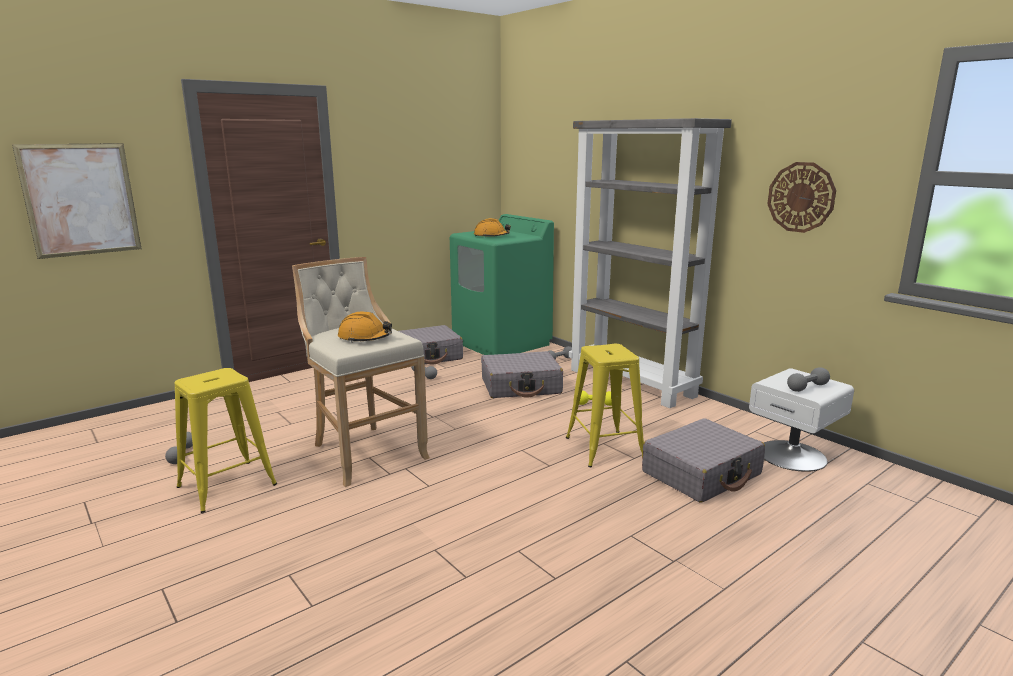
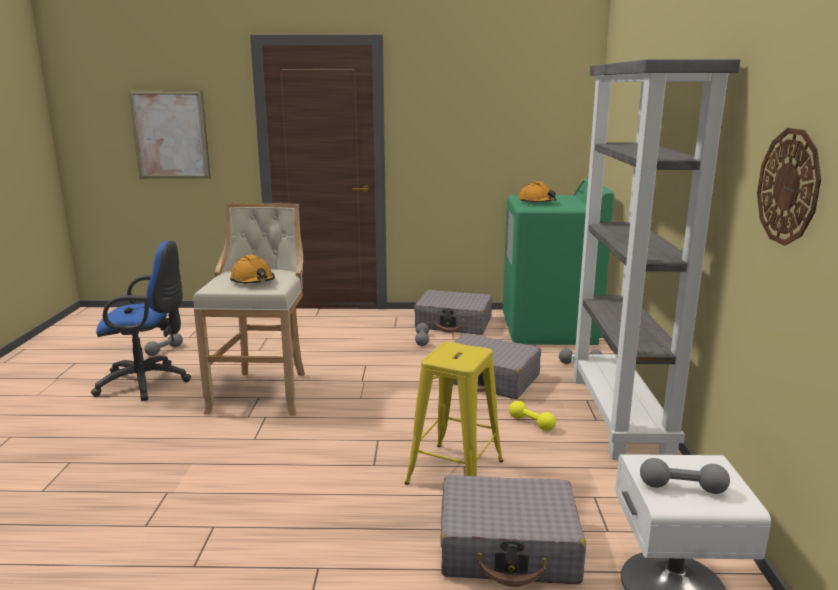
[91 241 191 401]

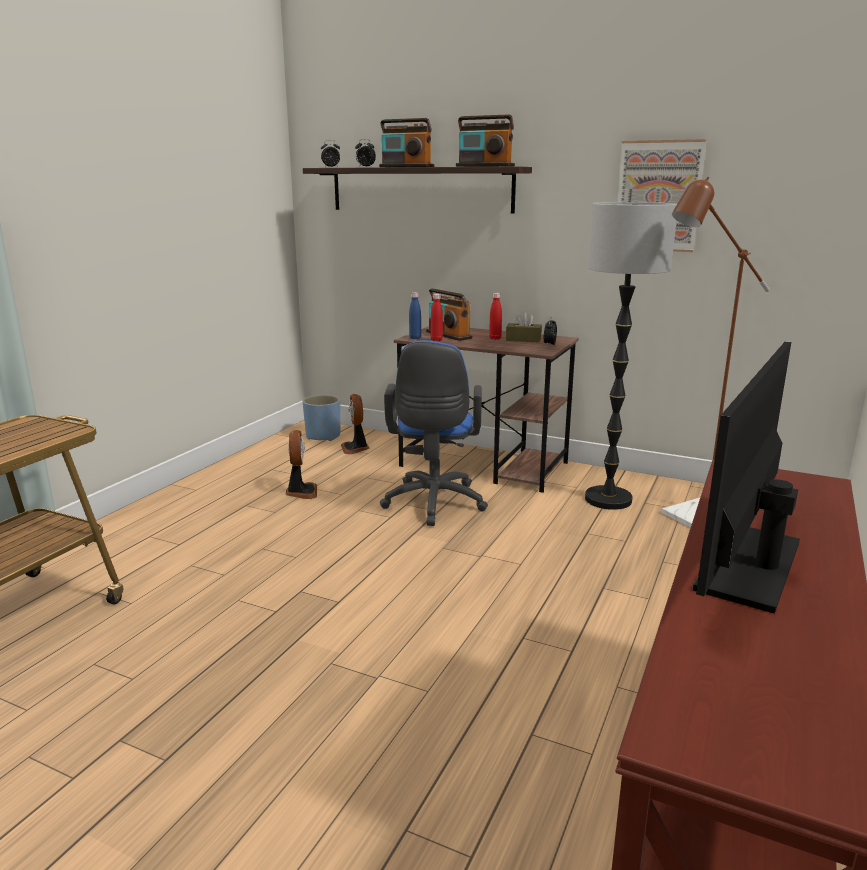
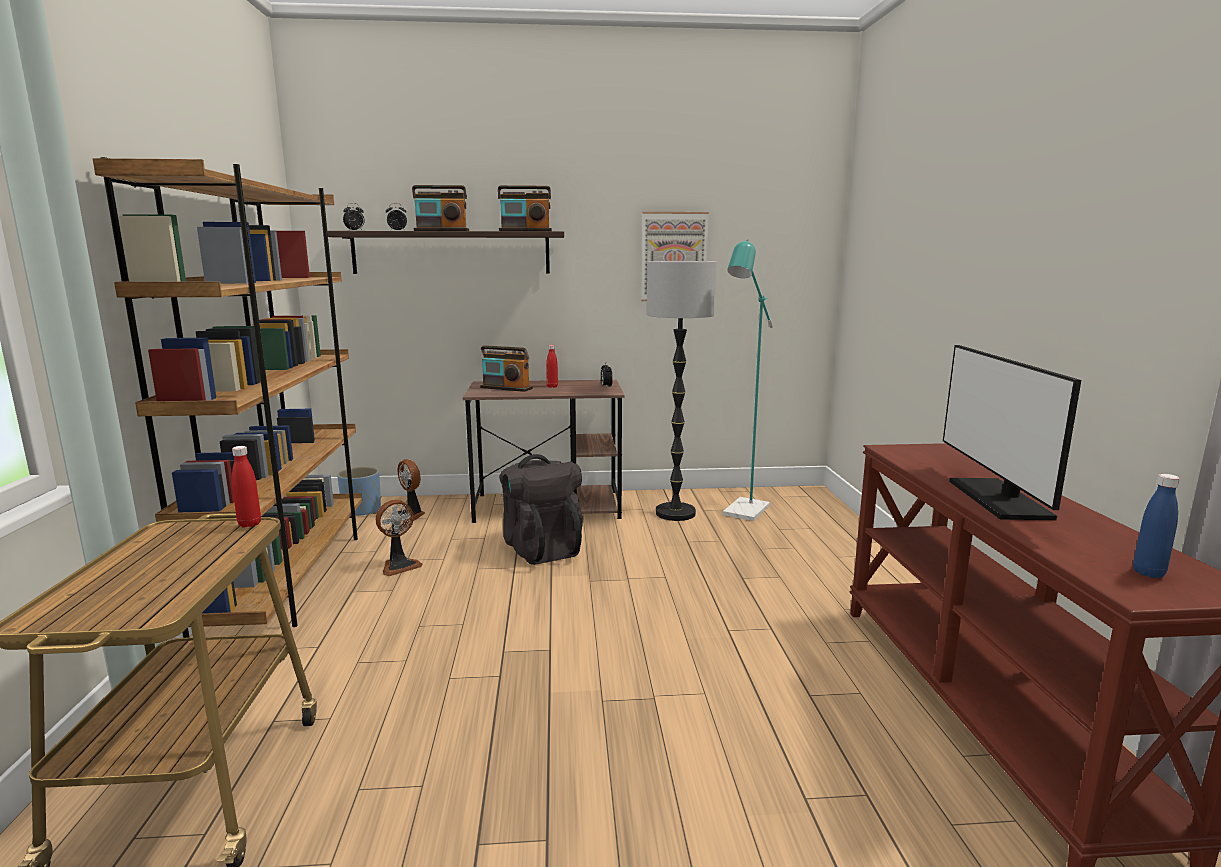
[92 157 363 638]
[232 446 261 528]
[376 499 423 576]
[499 454 583 565]
[723 239 773 521]
[1133 474 1180 578]
[506 311 542 342] (first image)

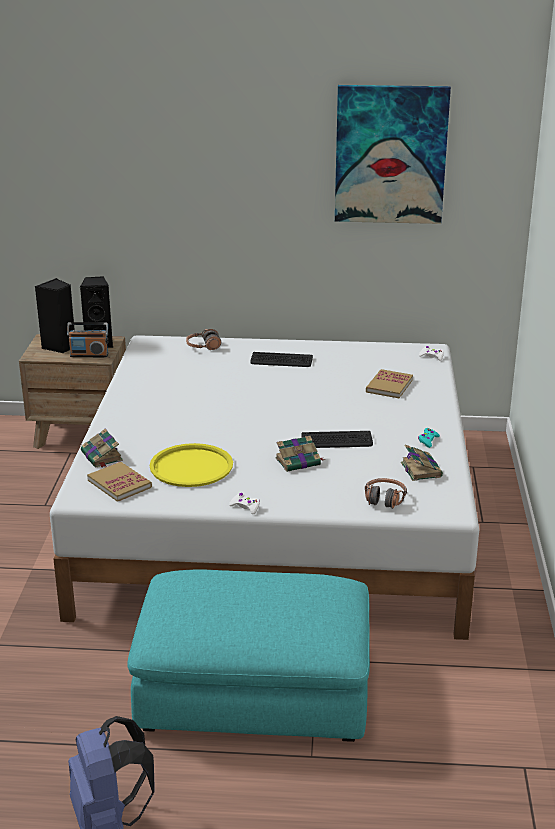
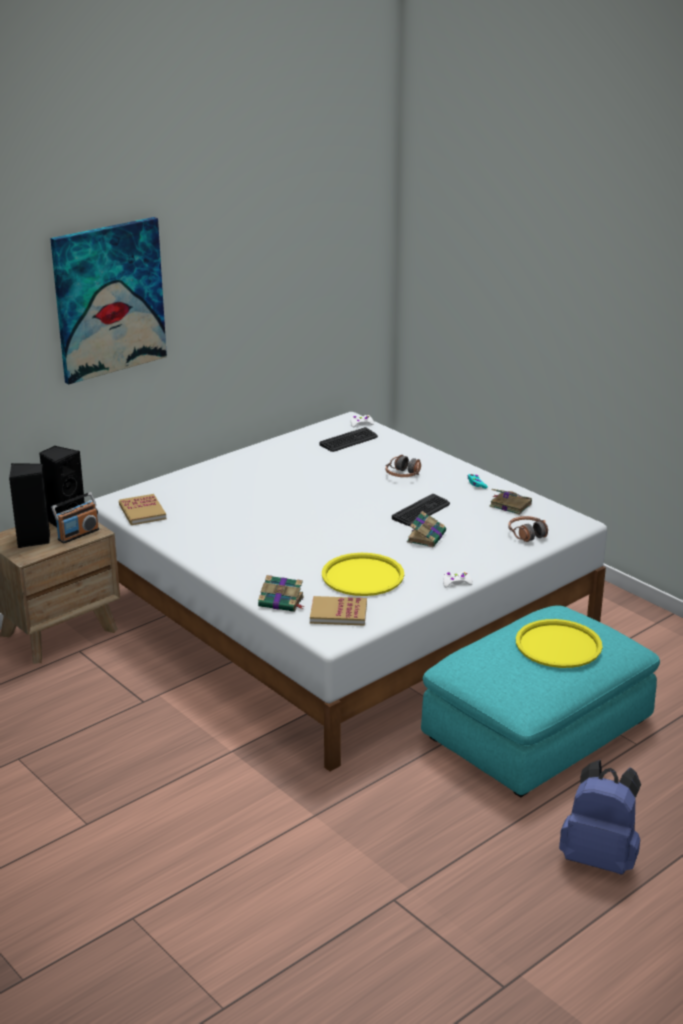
[50 217 167 385]
[119 494 166 525]
[320 427 378 452]
[386 455 421 477]
[516 619 603 668]

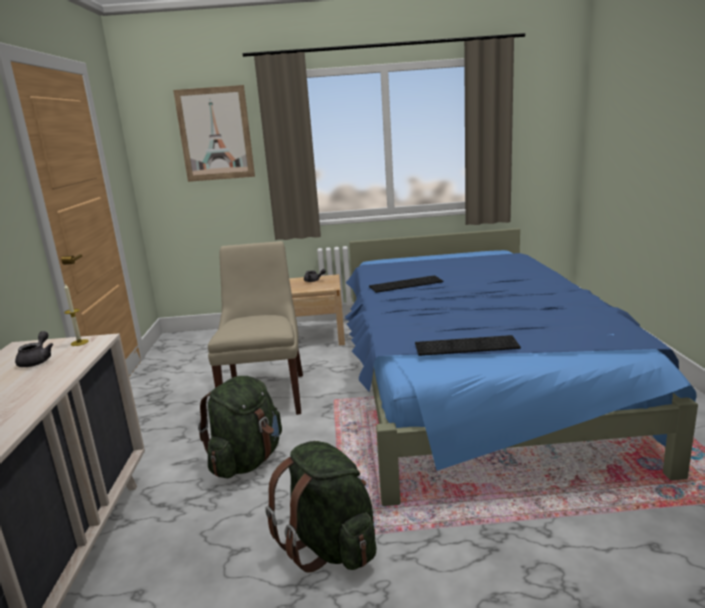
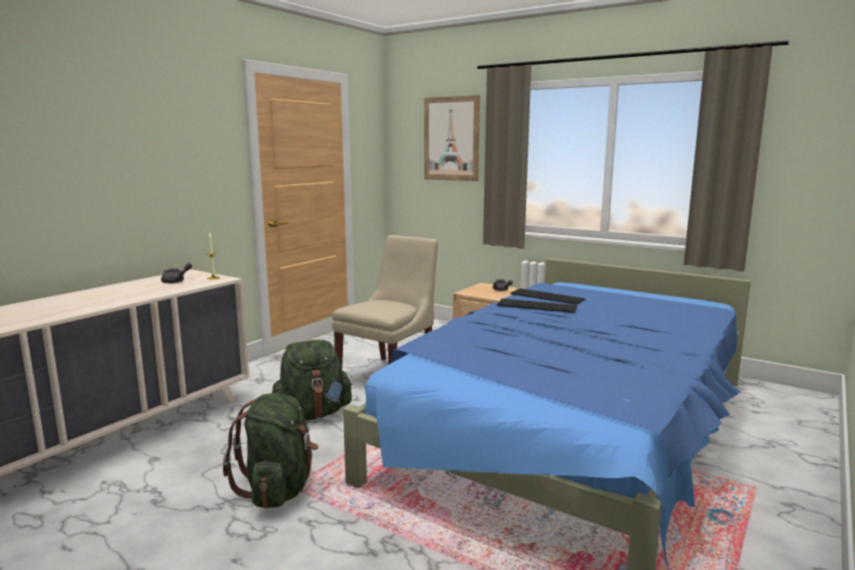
[510 288 585 305]

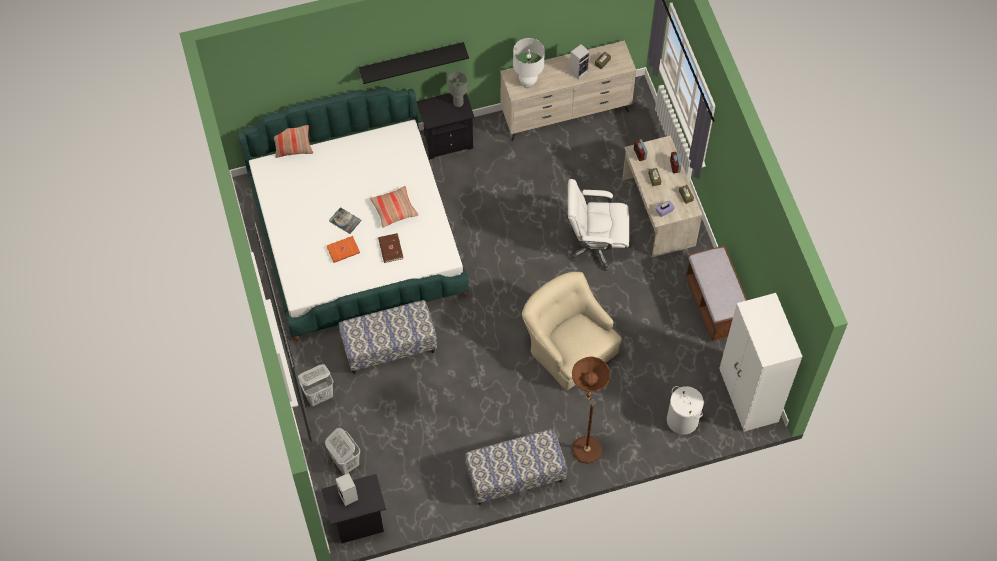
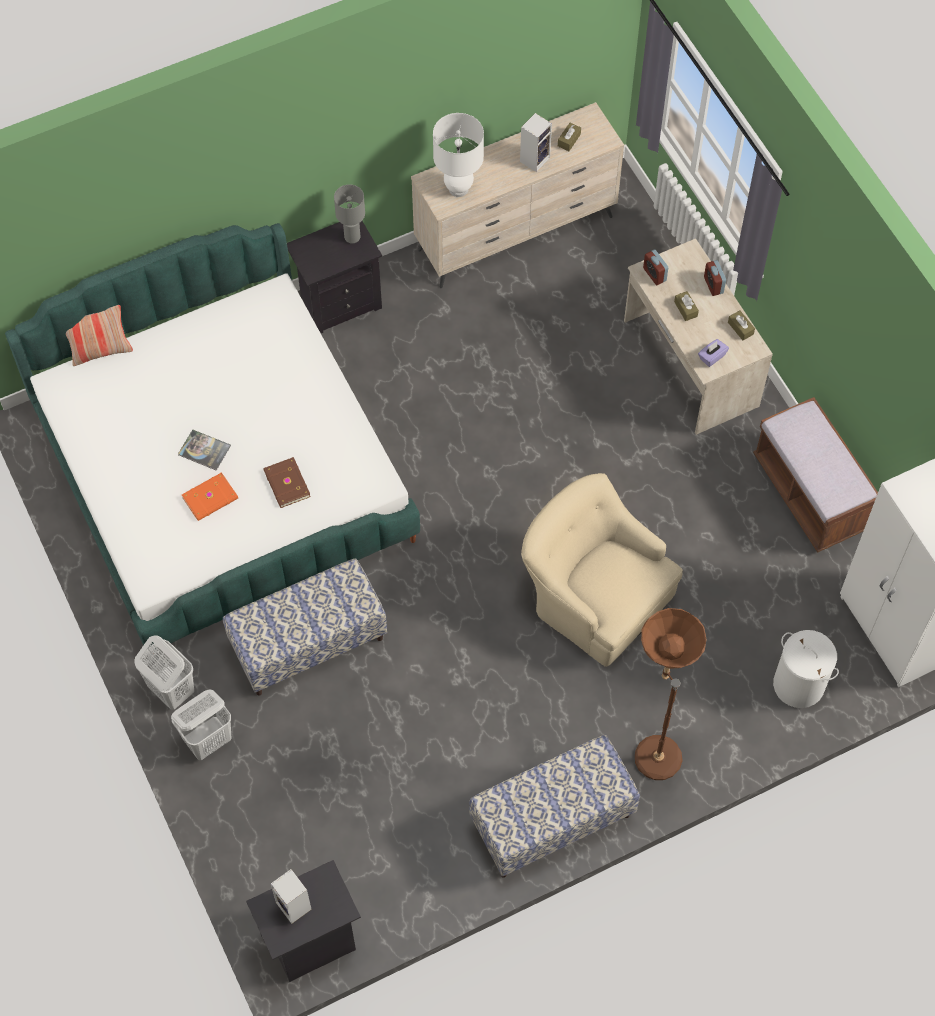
[134 635 194 710]
[359 42 469 84] (first image)
[370 186 418 228] (first image)
[568 179 629 271] (first image)

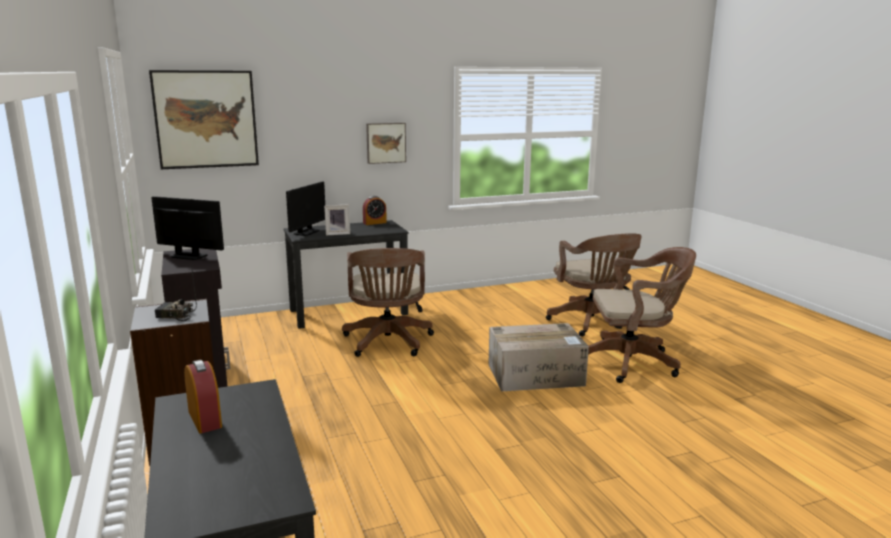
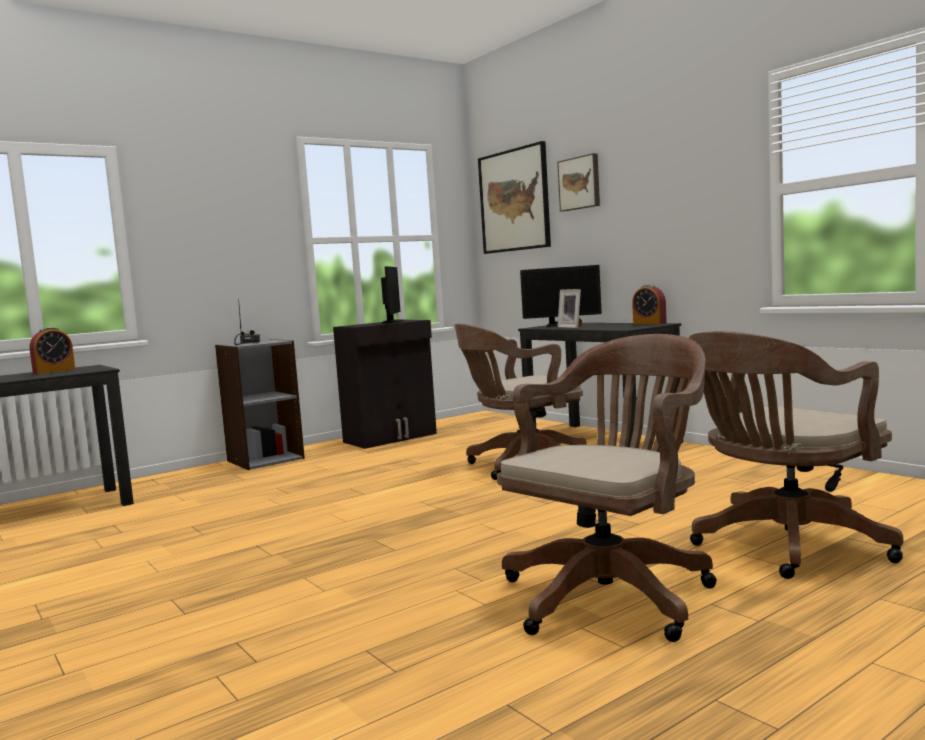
[497 334 717 642]
[557 153 600 211]
[488 323 589 391] (first image)

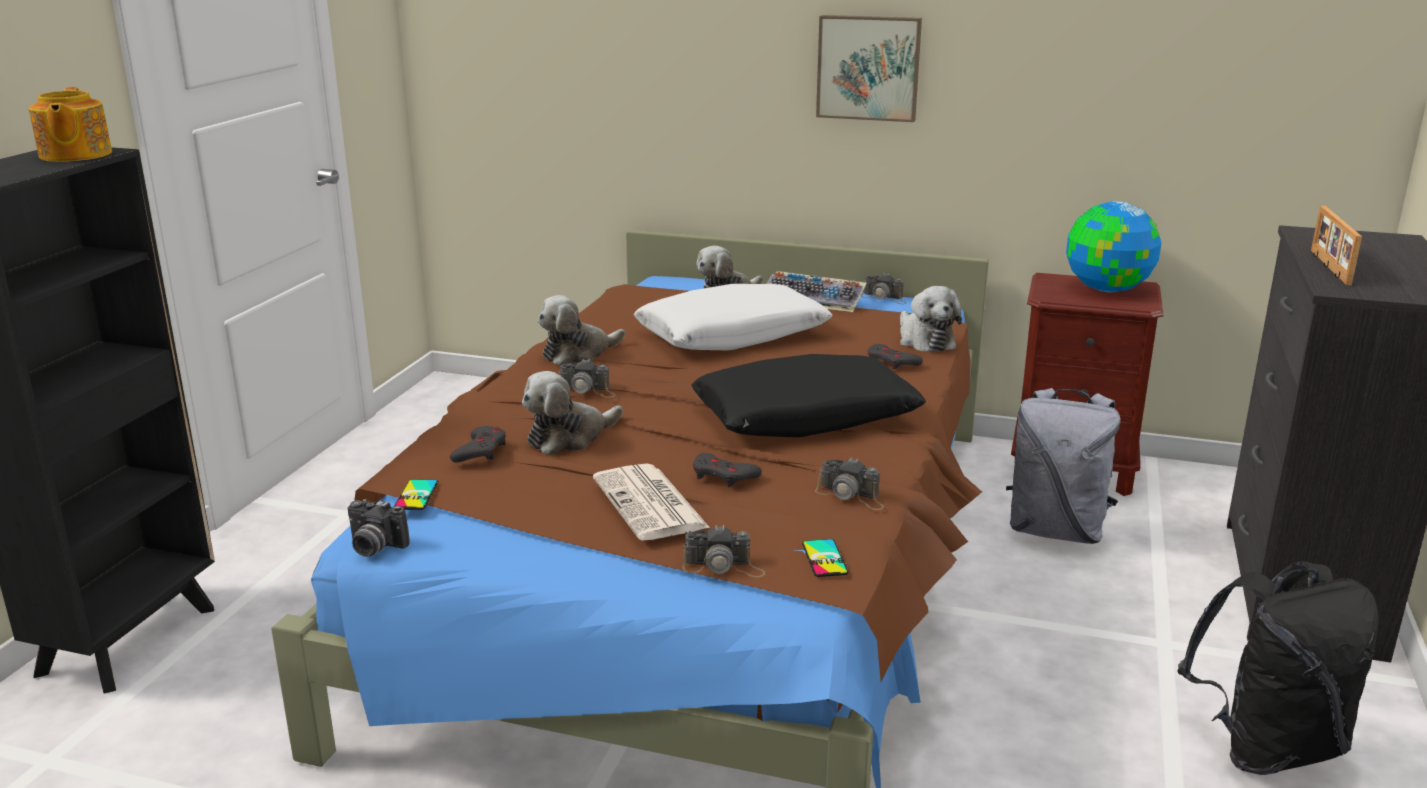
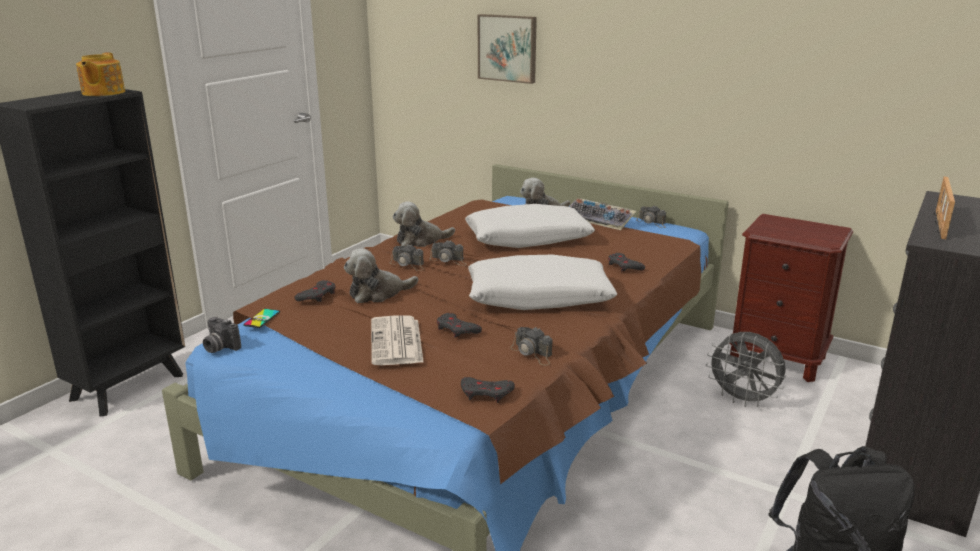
[429 240 467 266]
[461 377 515 403]
[468 255 617 310]
[478 14 537 84]
[706 332 786 407]
[900 286 962 352] (first image)
[1066 201 1161 292] (first image)

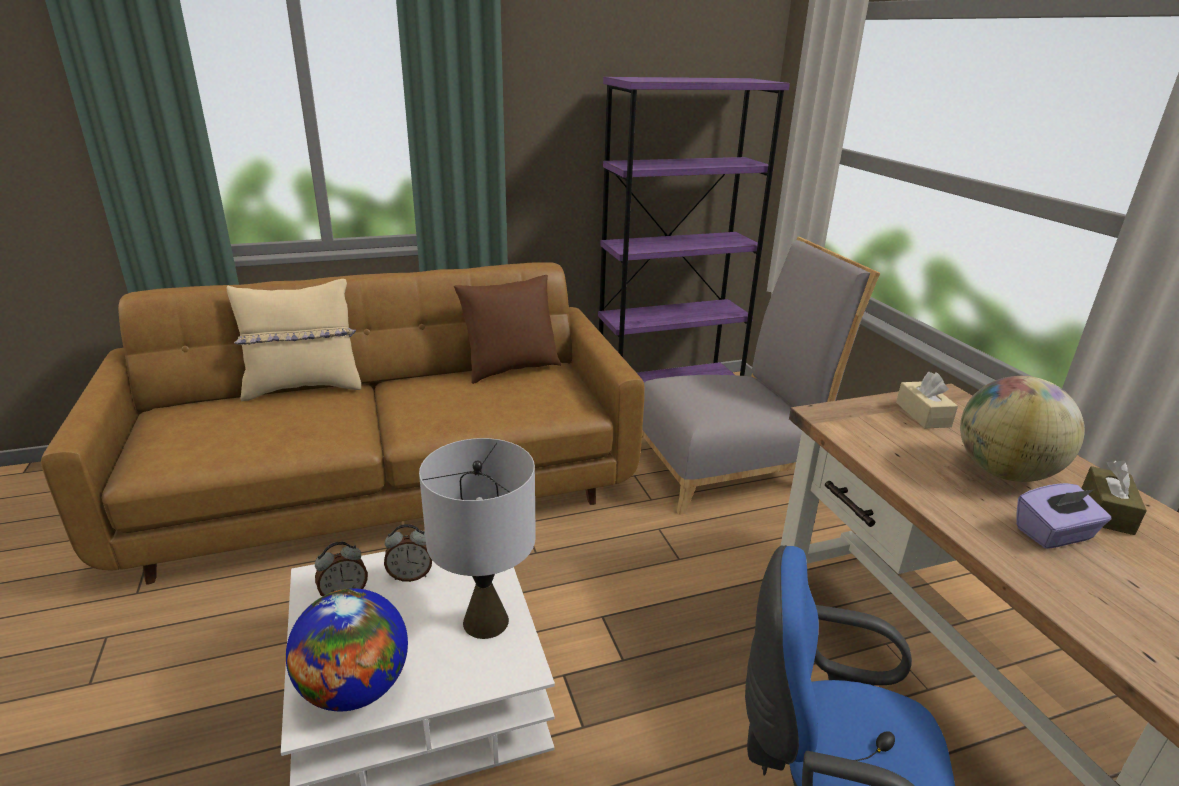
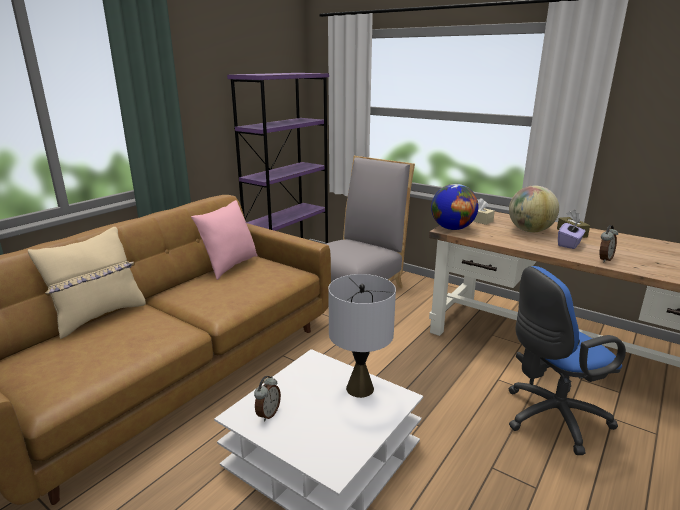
[191 200 258 280]
[431 184 479 230]
[599 225 618 262]

